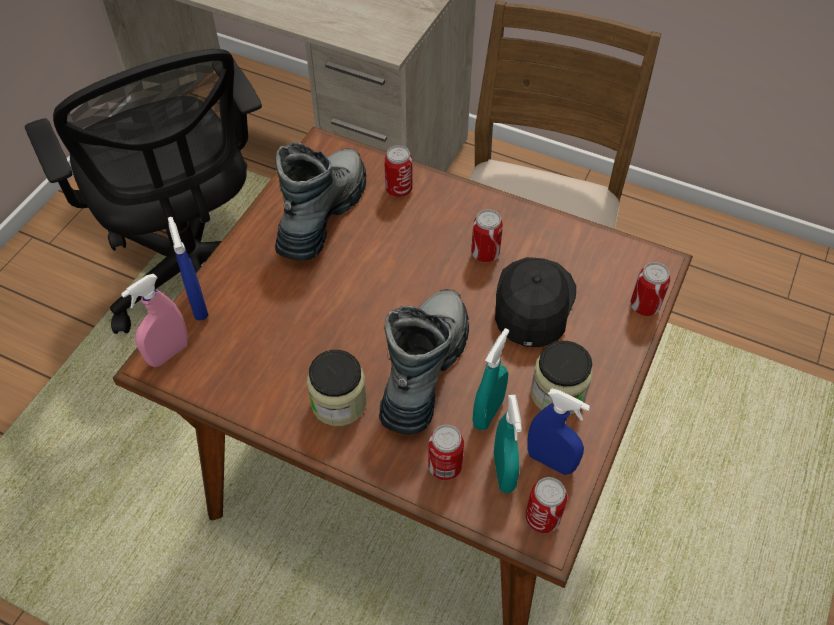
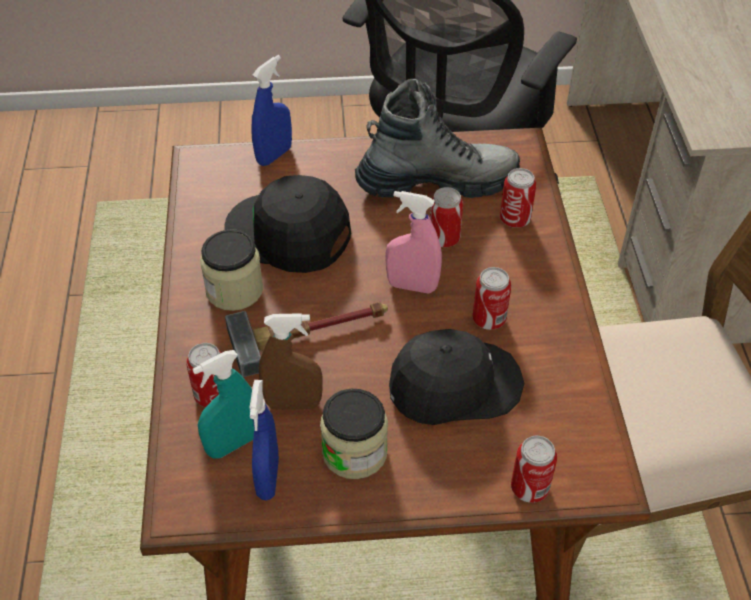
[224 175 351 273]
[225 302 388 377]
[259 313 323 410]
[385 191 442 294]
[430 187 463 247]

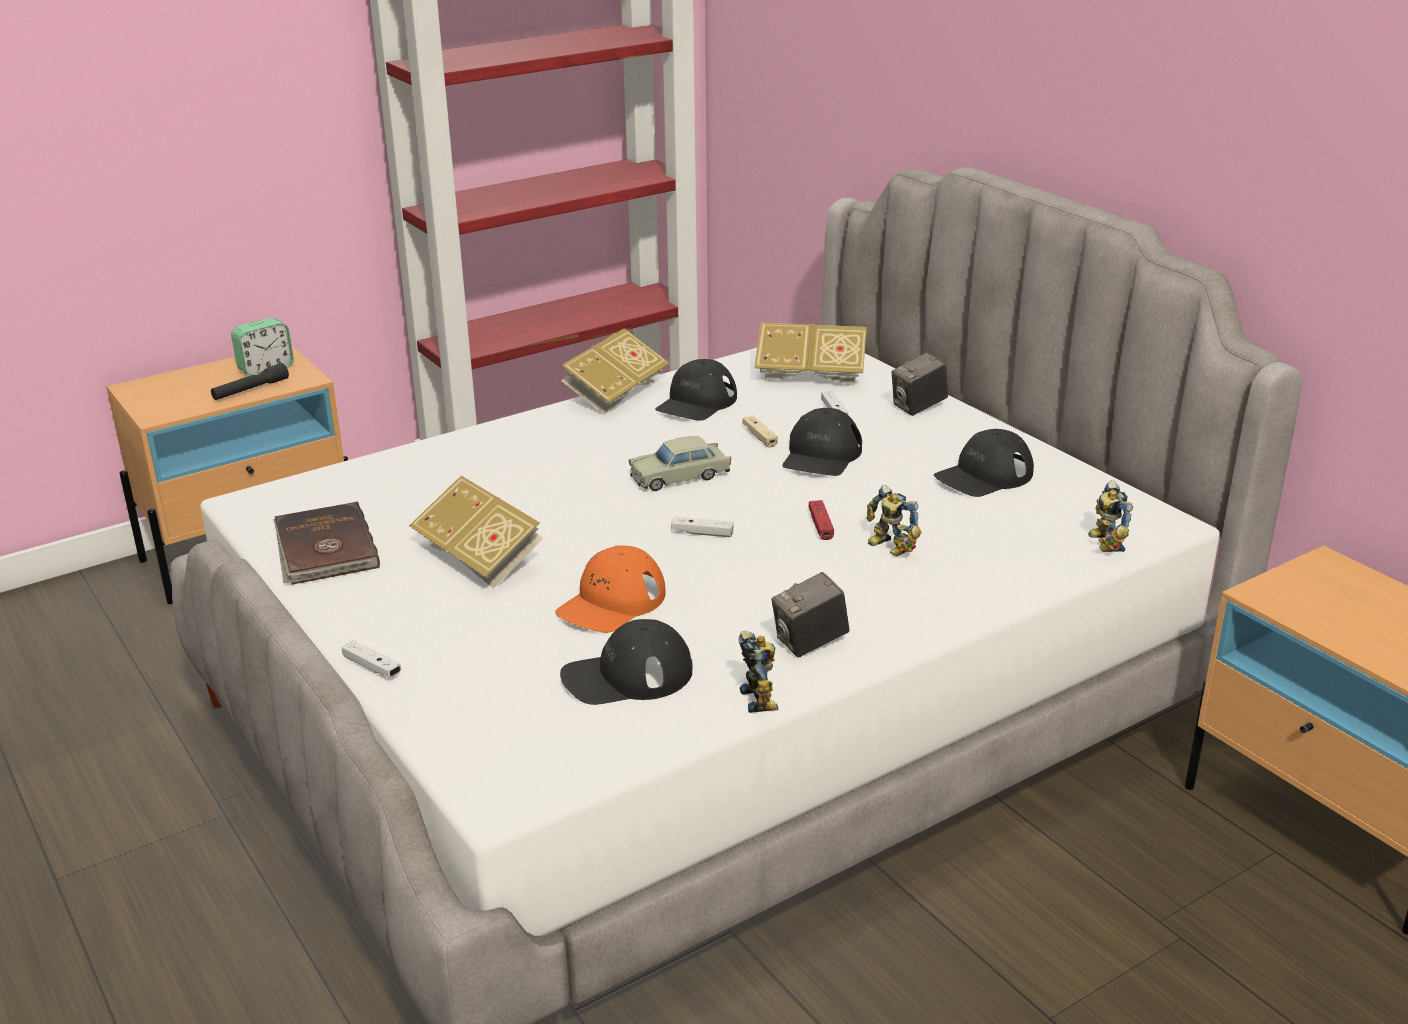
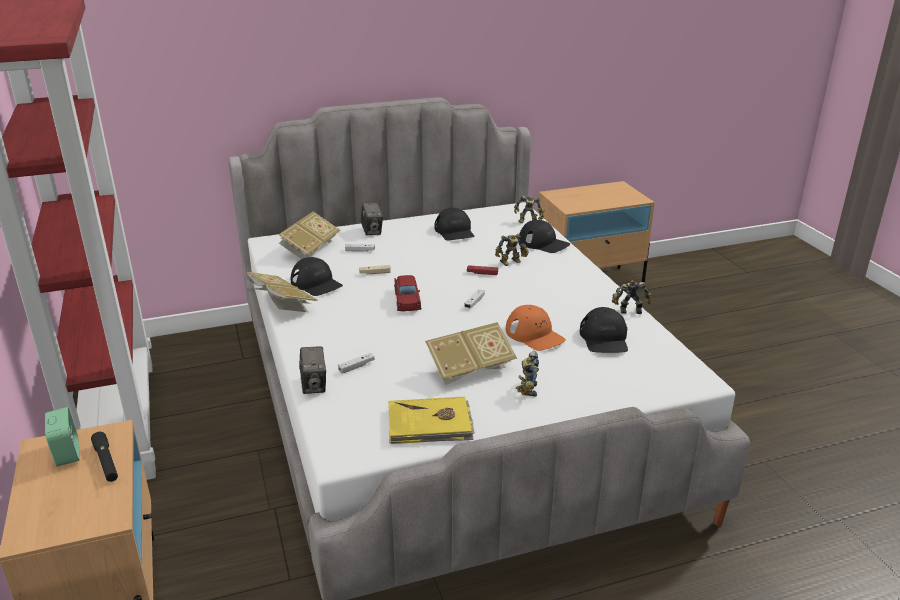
[299 346 326 394]
[338 353 375 374]
[388 397 475 444]
[394 275 422 312]
[516 351 539 397]
[519 220 570 253]

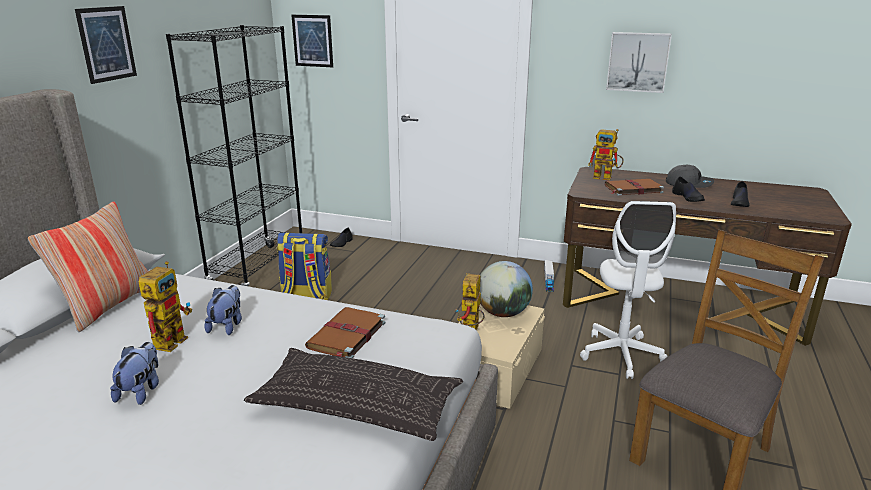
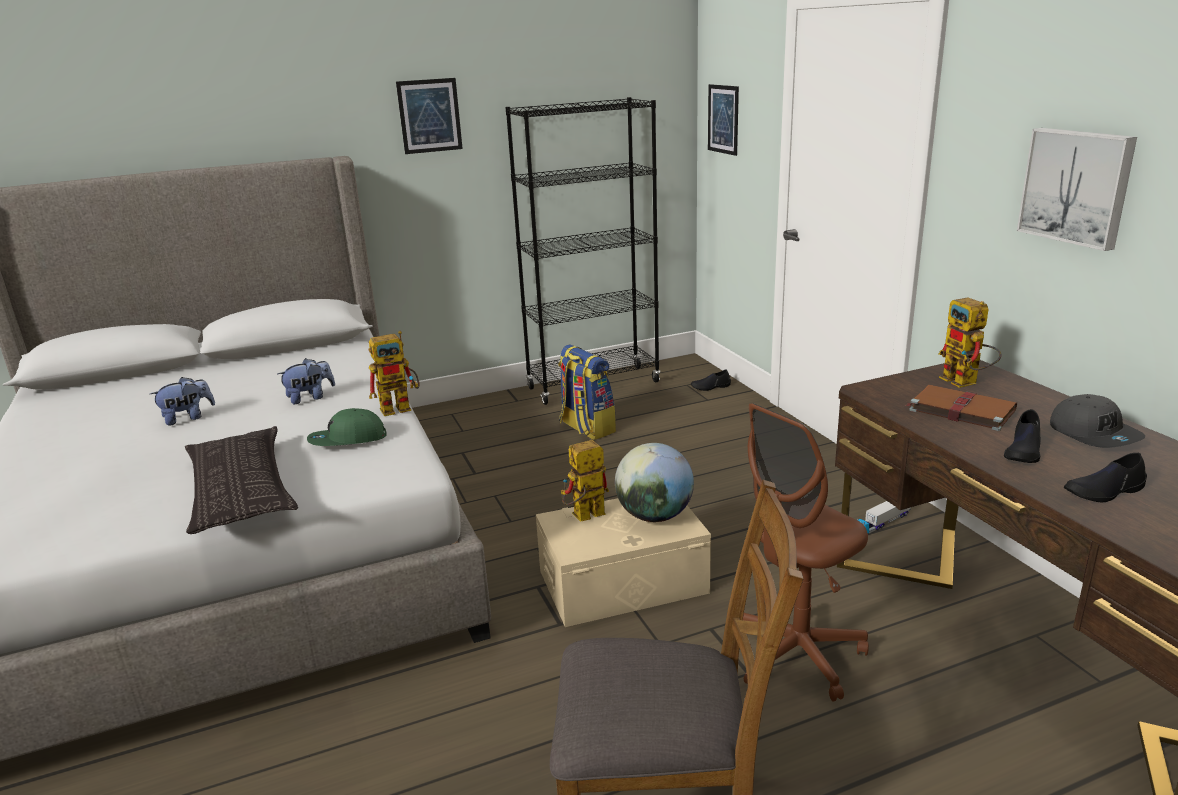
[307 408 387 446]
[369 331 420 416]
[743 403 869 702]
[28 202 148 332] (first image)

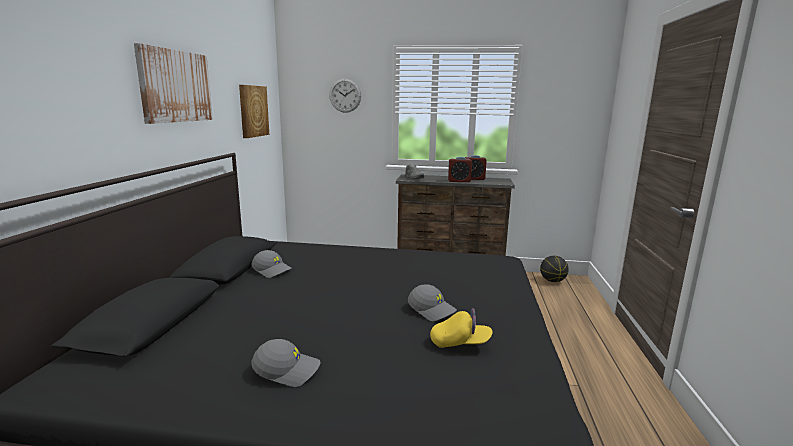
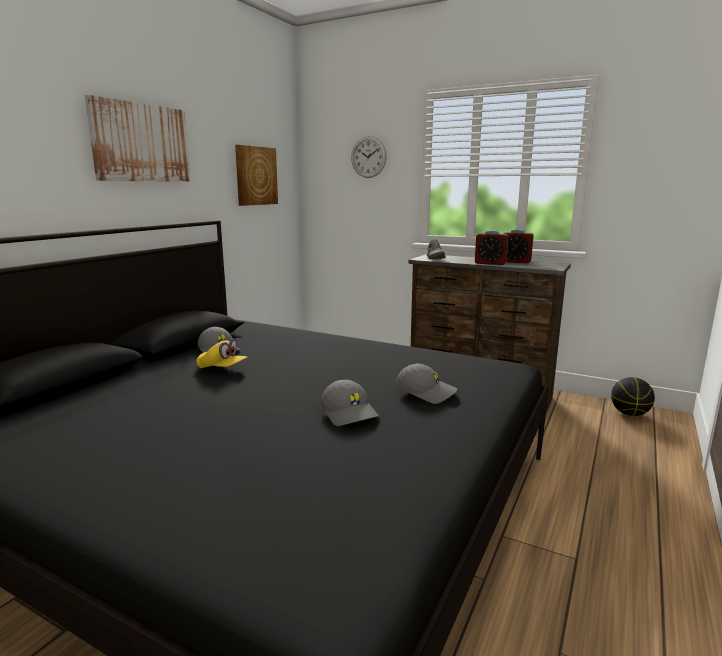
[196 338 248 368]
[396 364 457 404]

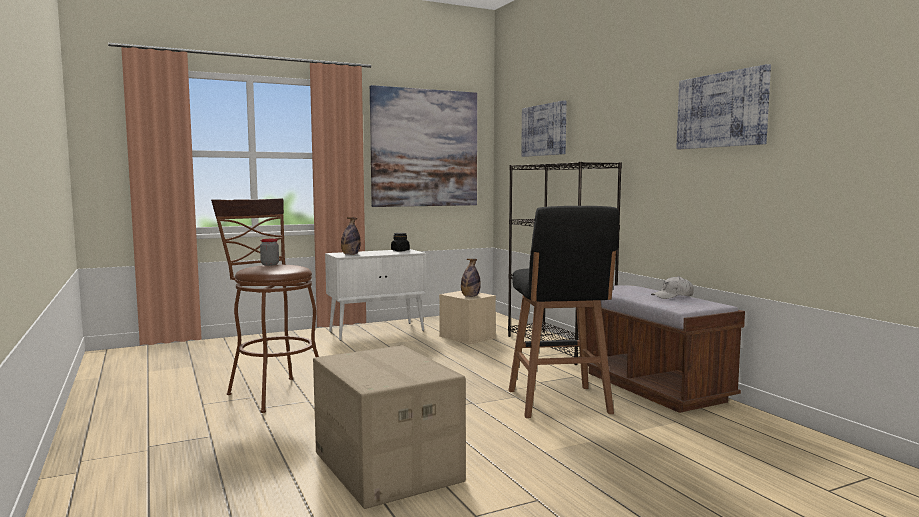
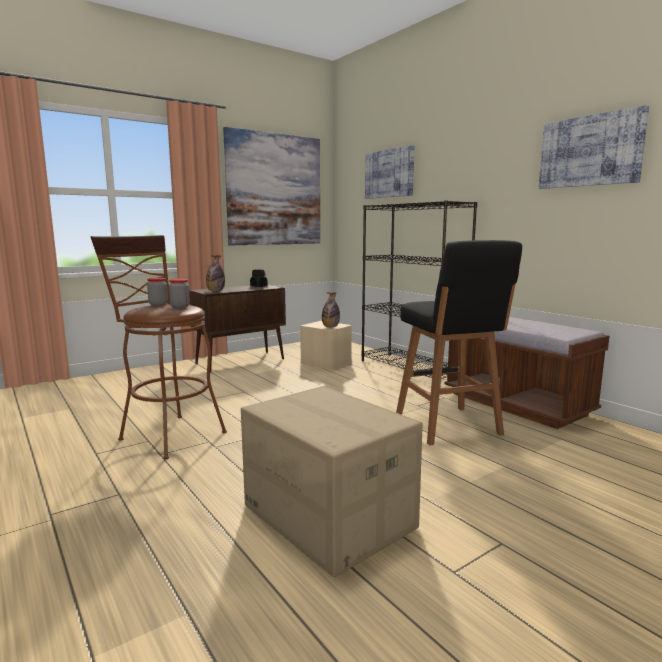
[169 279 190 308]
[189 285 286 372]
[651 276 694 299] (first image)

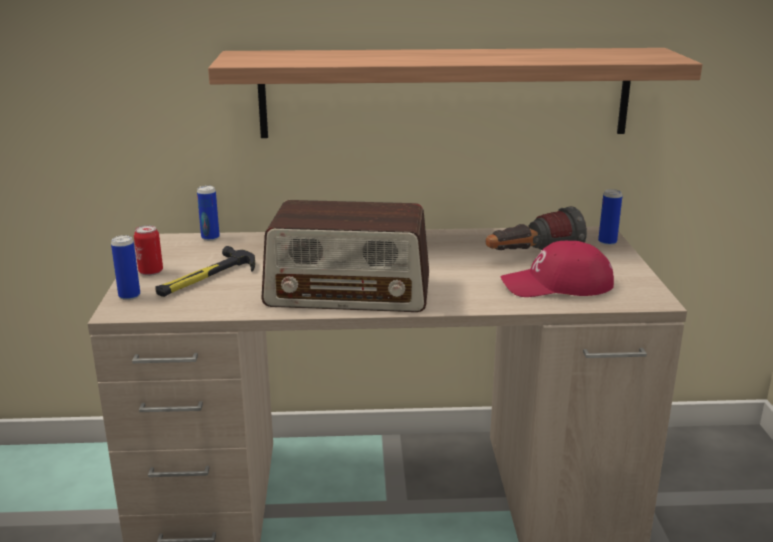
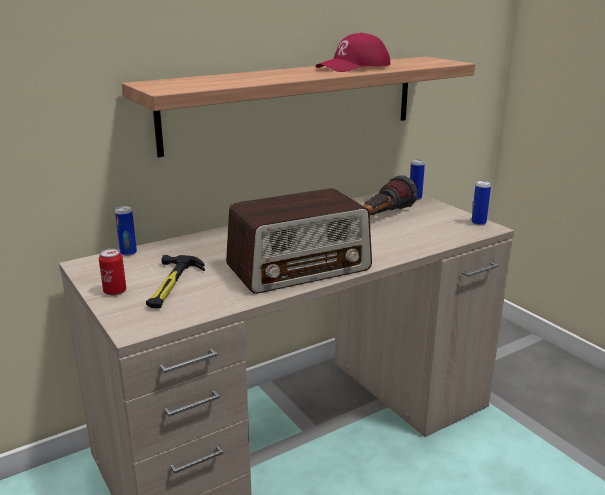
[316 33 391 72]
[471 181 491 226]

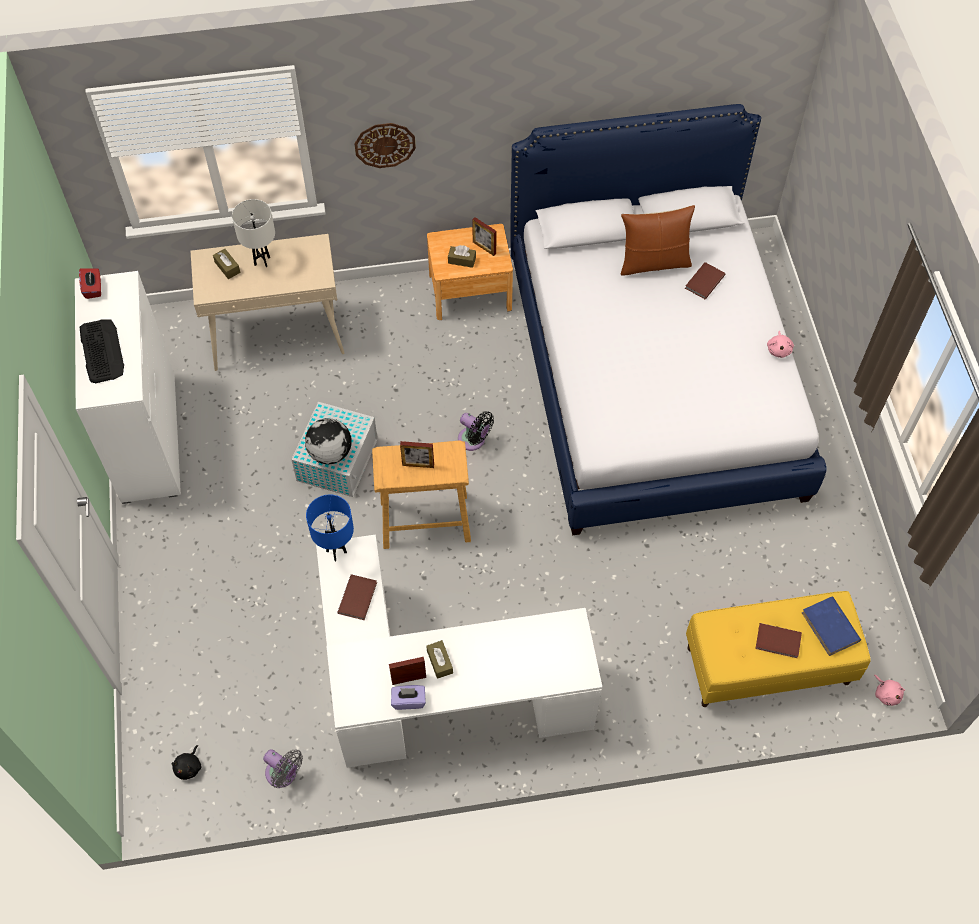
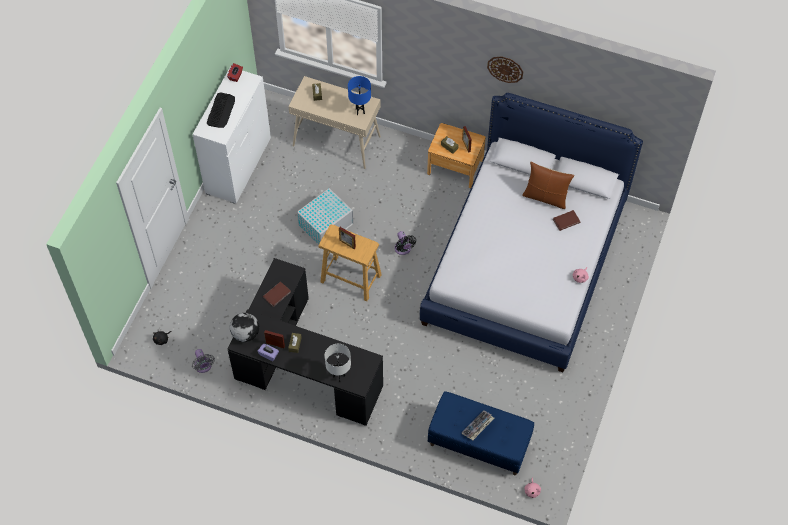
[228 258 383 426]
[230 313 259 342]
[325 344 351 382]
[348 76 371 115]
[428 391 534 475]
[462 410 495 440]
[487 56 523 83]
[802 596 861 656] (first image)

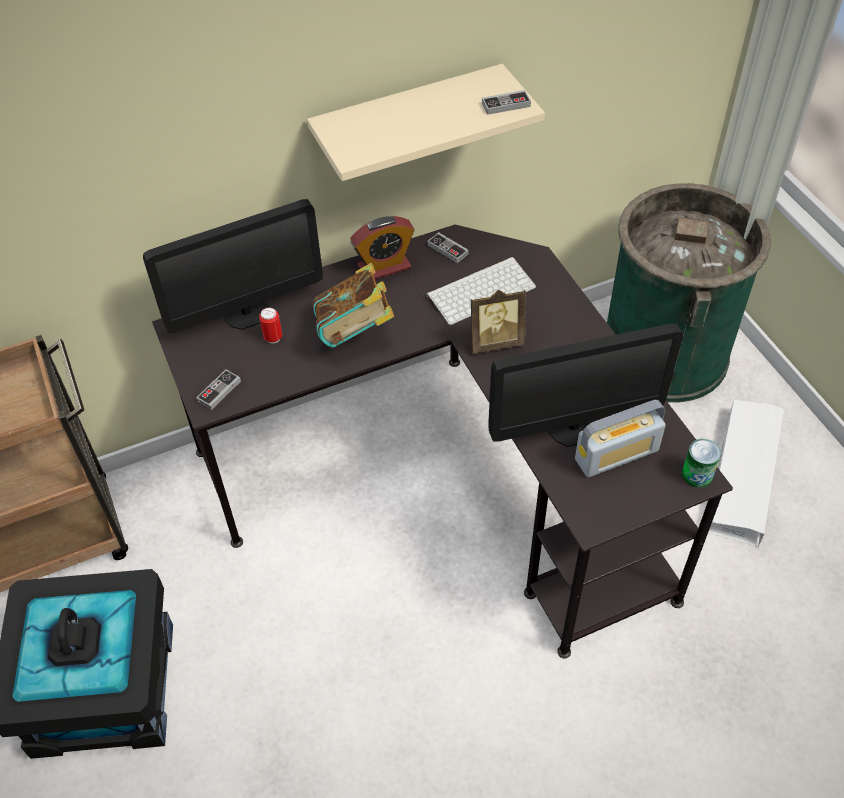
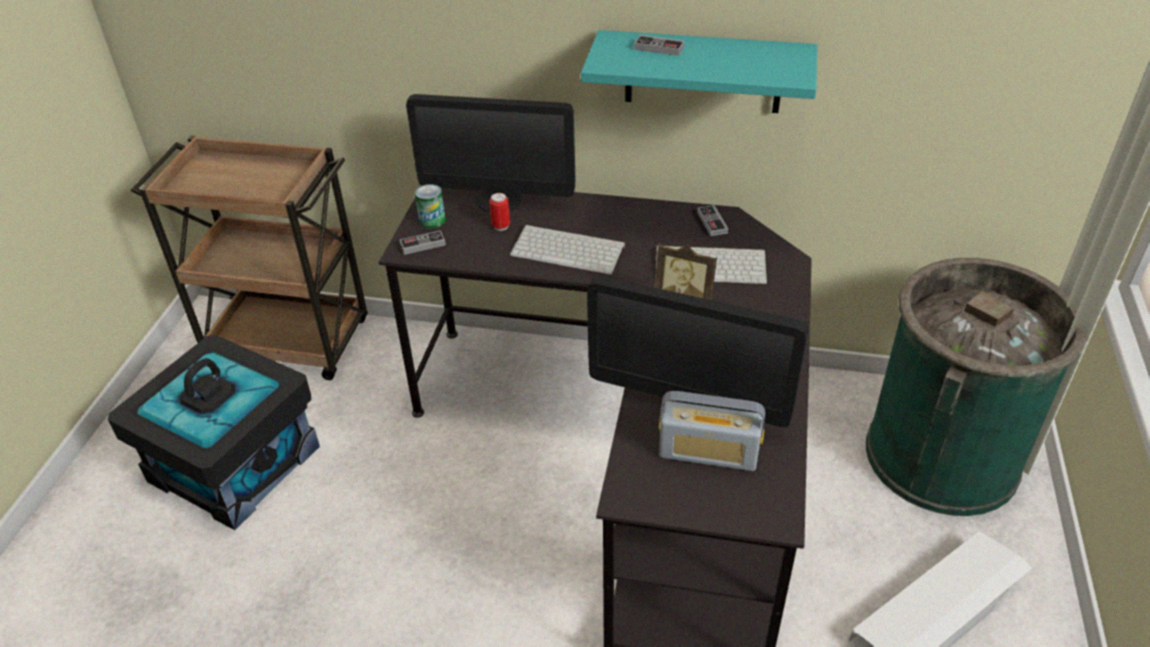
[415 184 446 229]
[510 225 625 275]
[581 30 817 113]
[634 35 685 56]
[350 216 414 279] (first image)

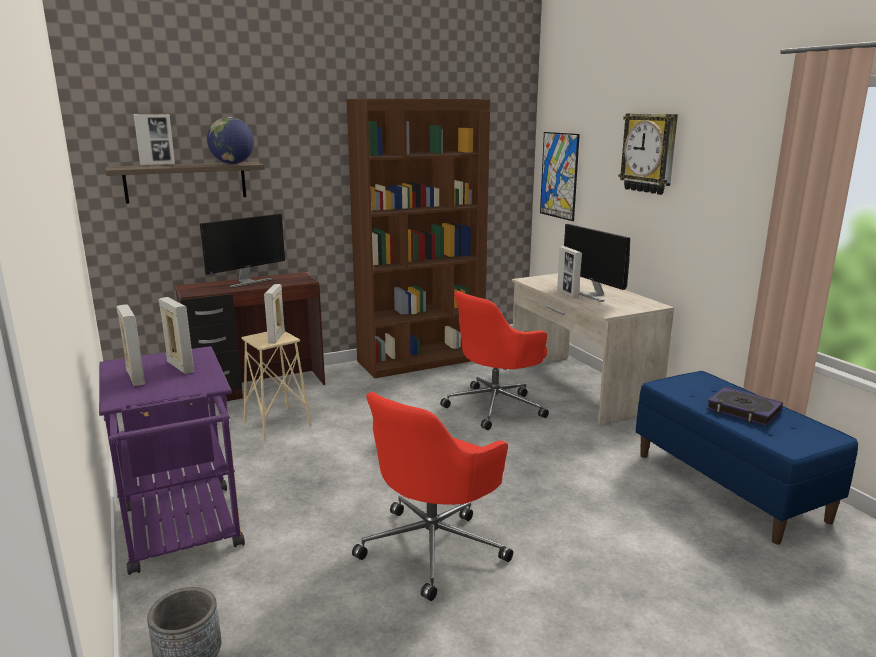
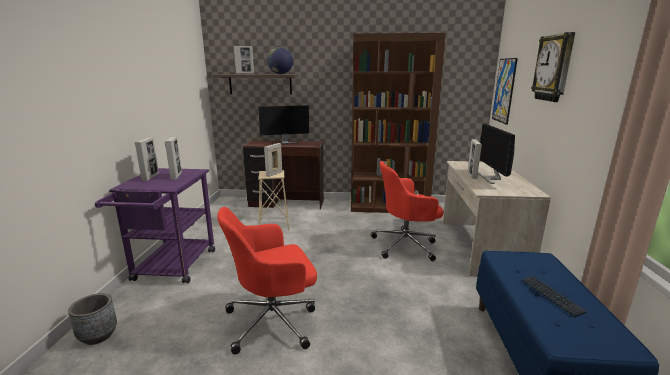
[521 276 587 317]

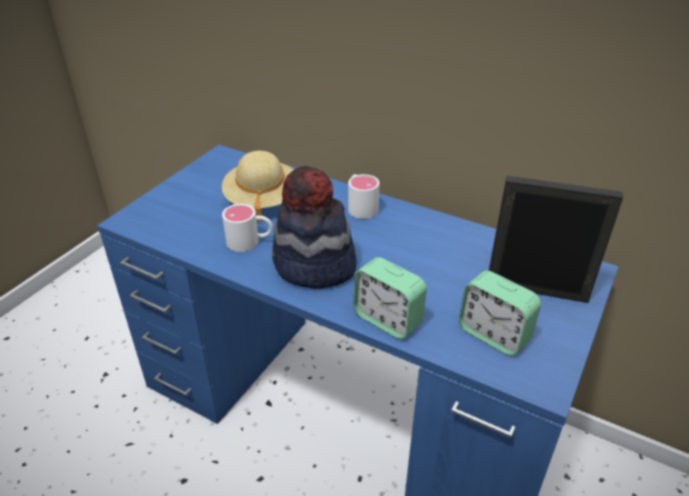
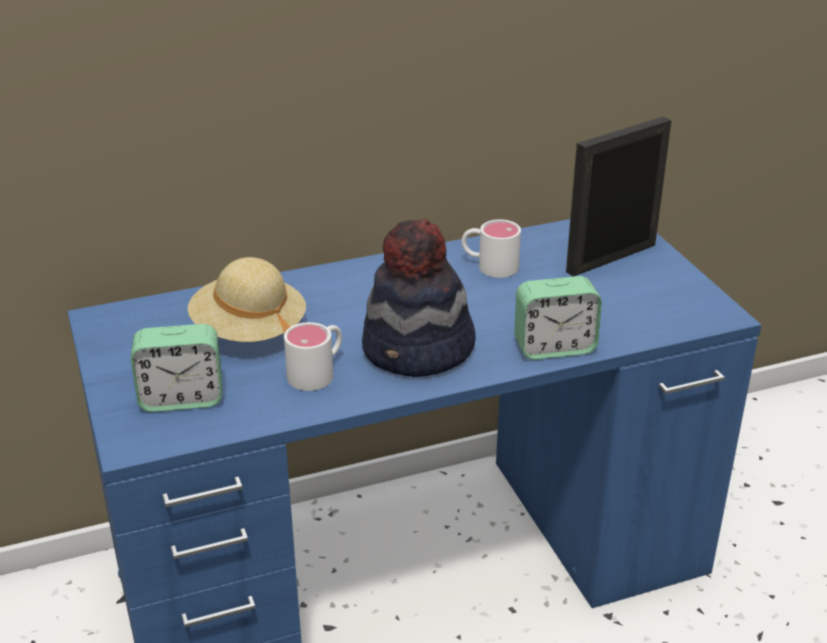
[131 324 222 412]
[461 220 521 278]

